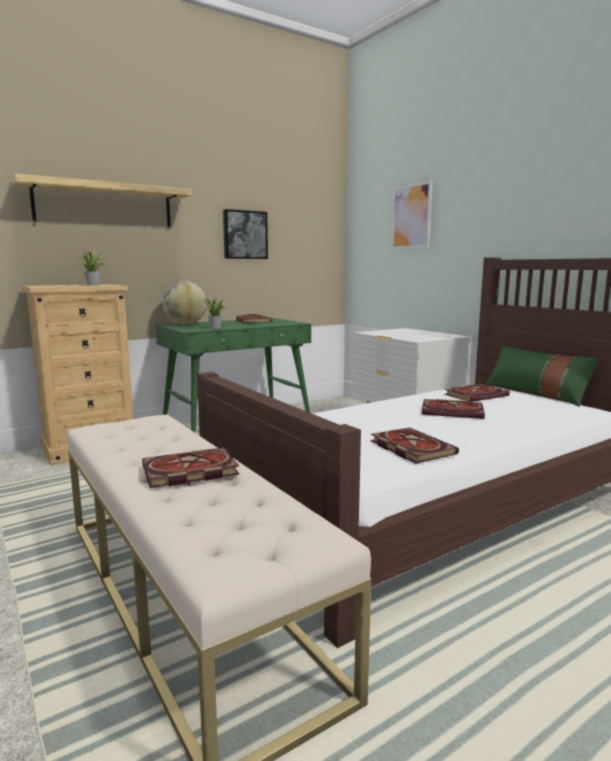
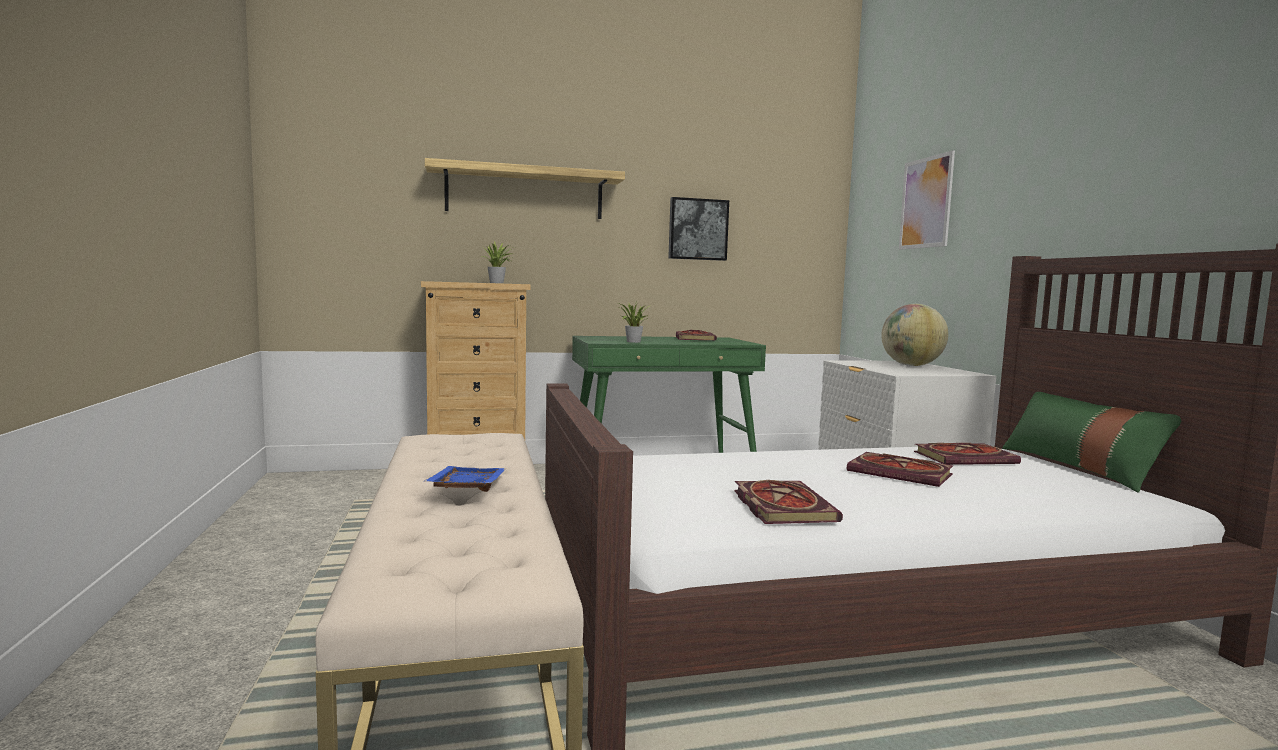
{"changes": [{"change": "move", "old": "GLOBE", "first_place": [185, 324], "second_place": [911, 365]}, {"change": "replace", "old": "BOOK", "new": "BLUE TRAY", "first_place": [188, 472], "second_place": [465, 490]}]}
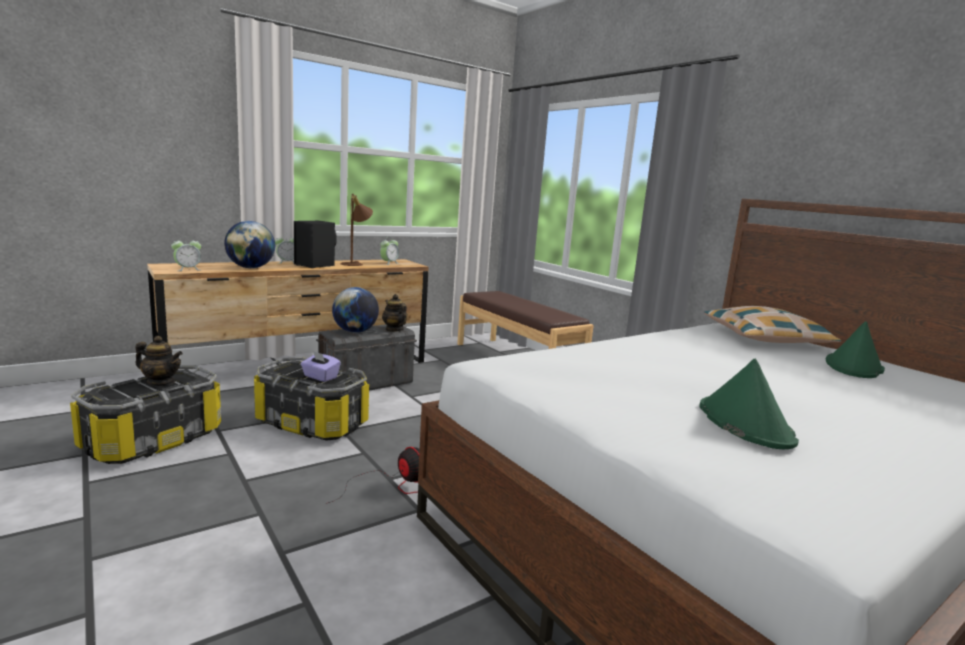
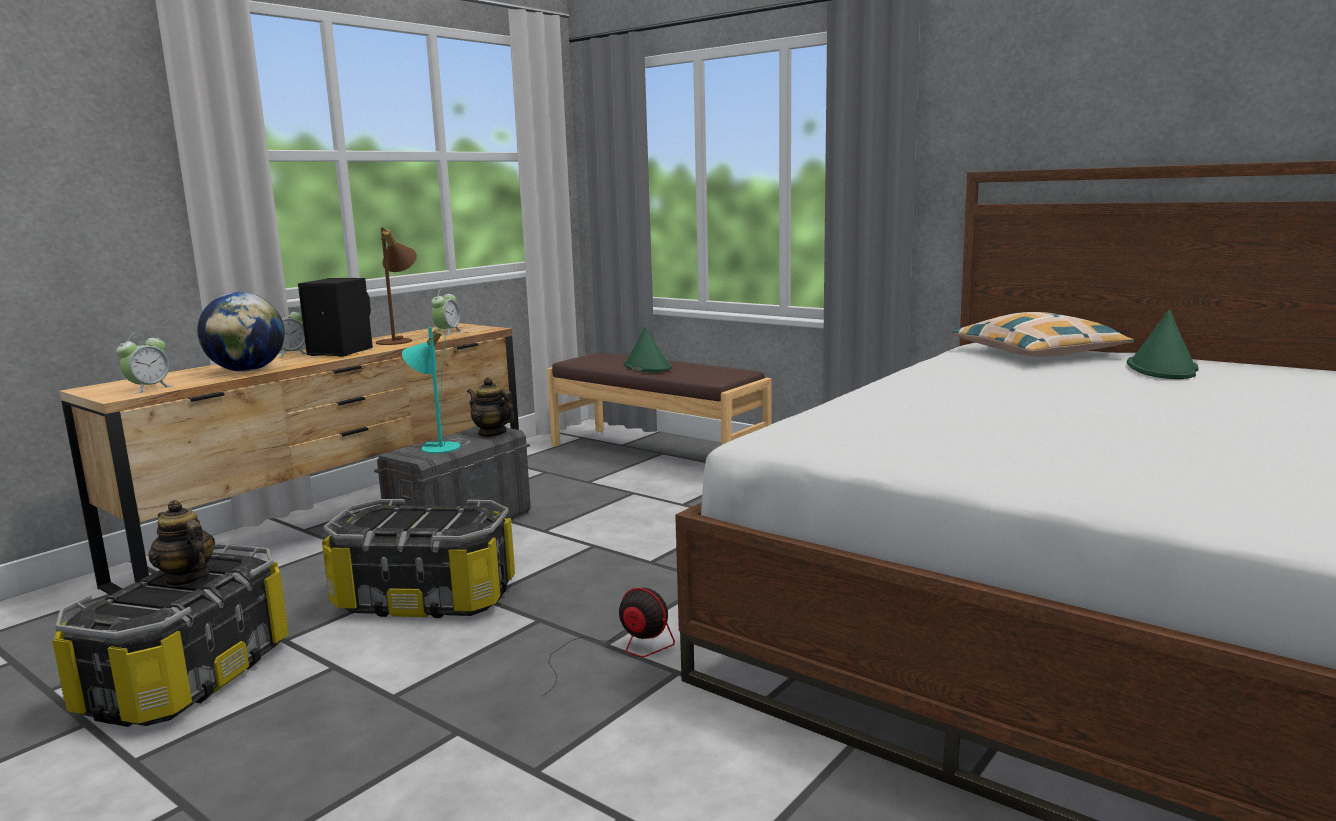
{"changes": [{"change": "delete", "old": "PURPLE TISSUE BOX", "first_place": [320, 377]}, {"change": "move", "old": "GREEN HAT", "first_place": [744, 423], "second_place": [647, 367]}, {"change": "replace", "old": "GLOBE", "new": "TURQUOISE TABLE LAMP", "first_place": [355, 331], "second_place": [436, 446]}, {"change": "rotate", "old": "TEAPOT", "first_place": [161, 382], "second_place": [186, 578], "degrees": -135}]}
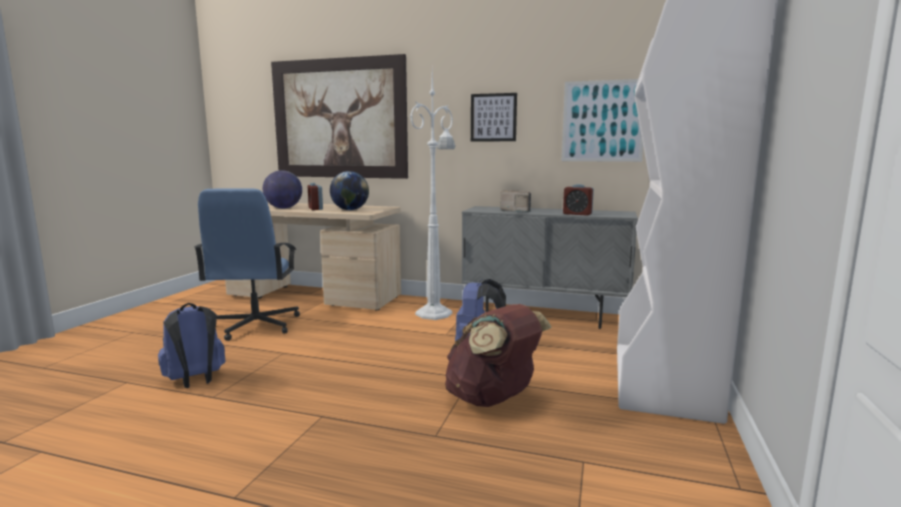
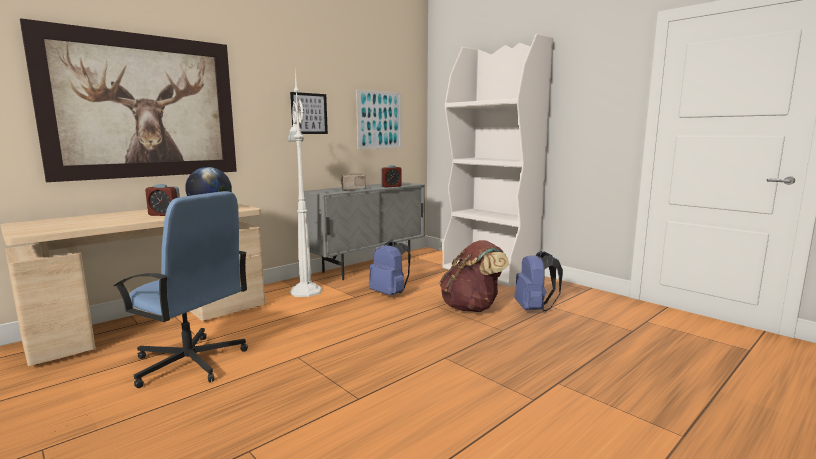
{"changes": [{"change": "delete", "old": "GLOBE", "first_place": [283, 208]}, {"change": "move", "old": "BLUE BACKPACK", "first_place": [195, 381], "second_place": [534, 309]}]}
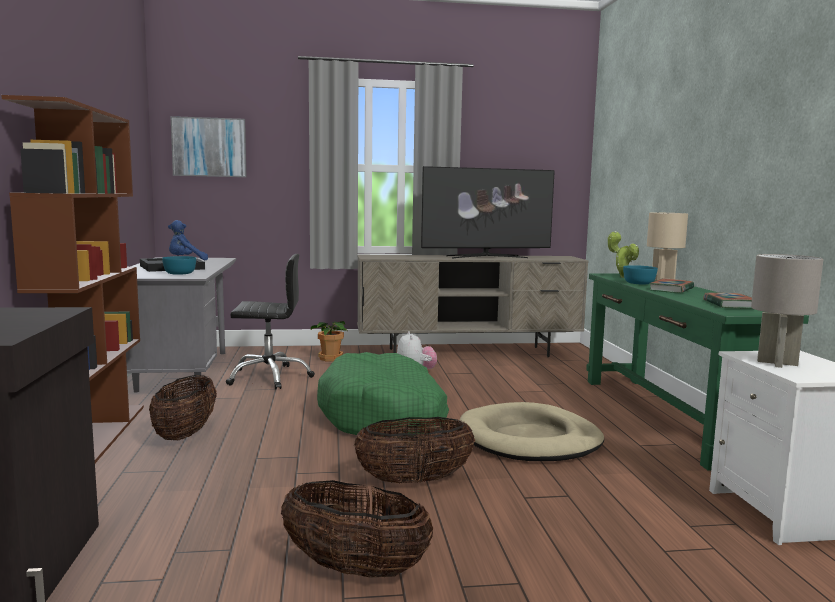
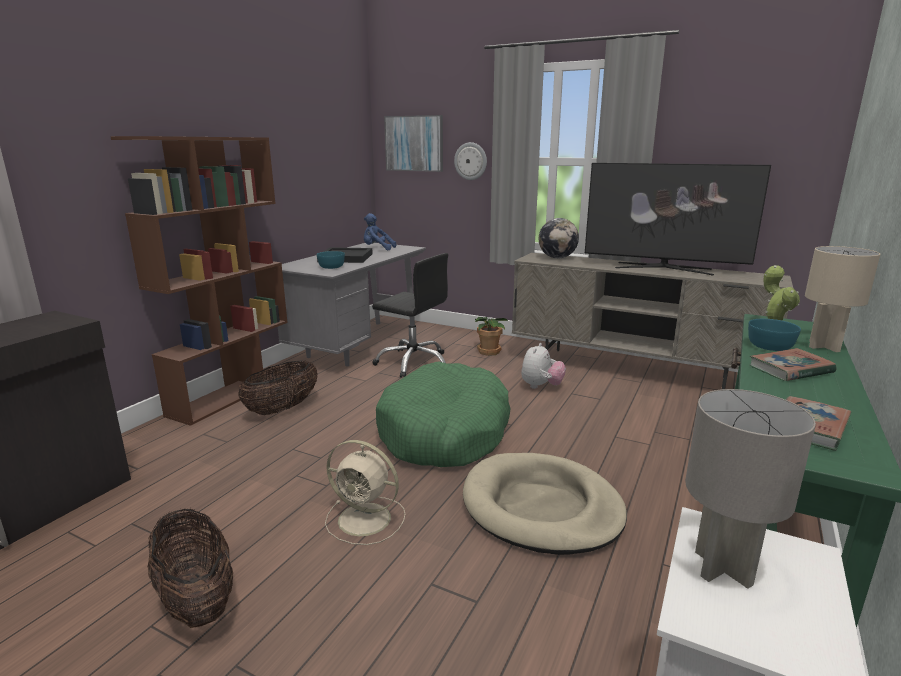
{"changes": [{"change": "insert", "new": "WALL CLOCK", "second_place": [470, 161]}, {"change": "insert", "new": "GLOBE", "second_place": [557, 258]}, {"change": "replace", "old": "BASKET", "new": "BEIGE FAN", "first_place": [414, 480], "second_place": [366, 519]}]}
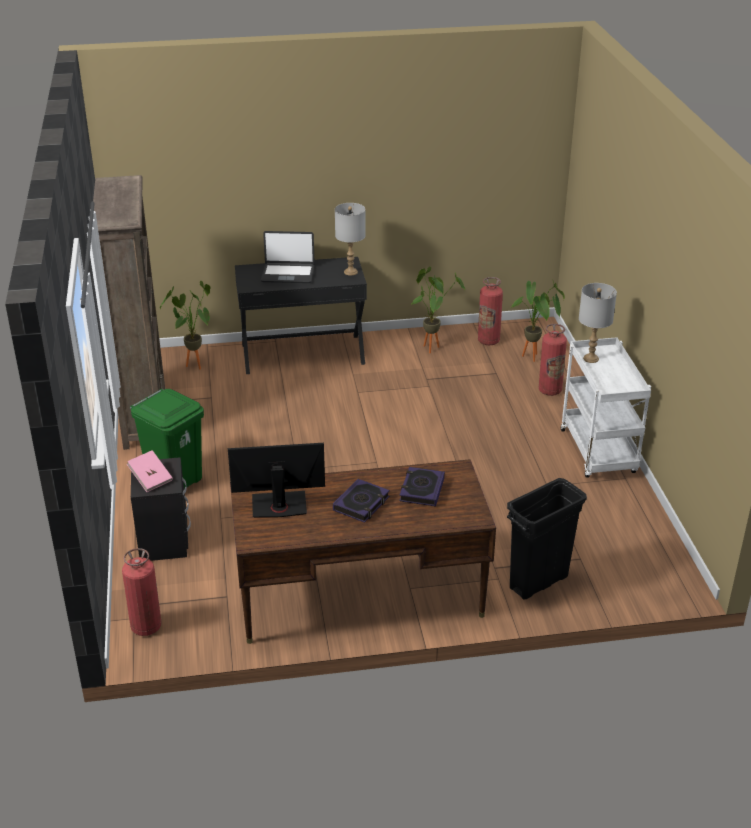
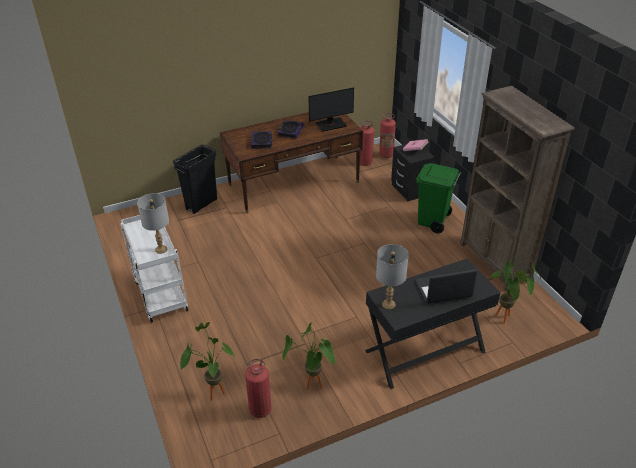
{"changes": [{"change": "move", "old": "FIRE EXTINGUISHER", "first_place": [550, 390], "second_place": [365, 162]}]}
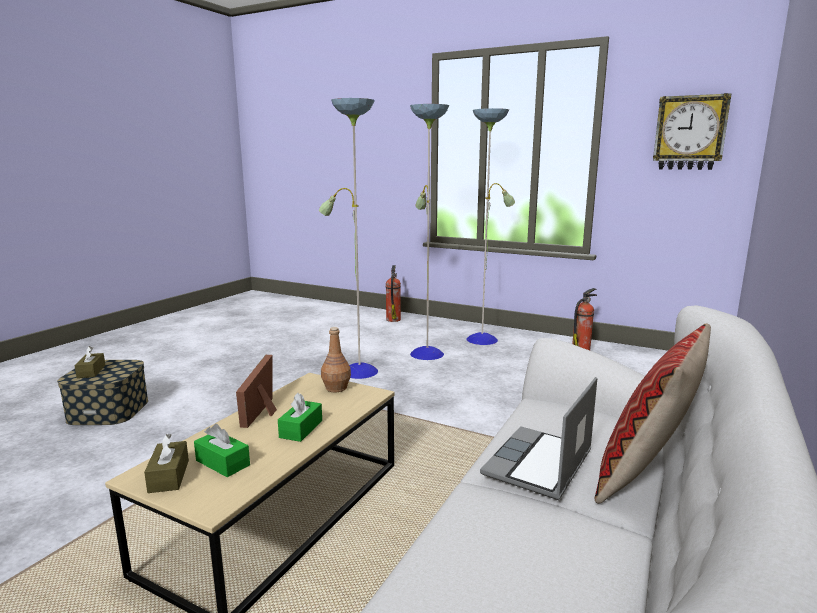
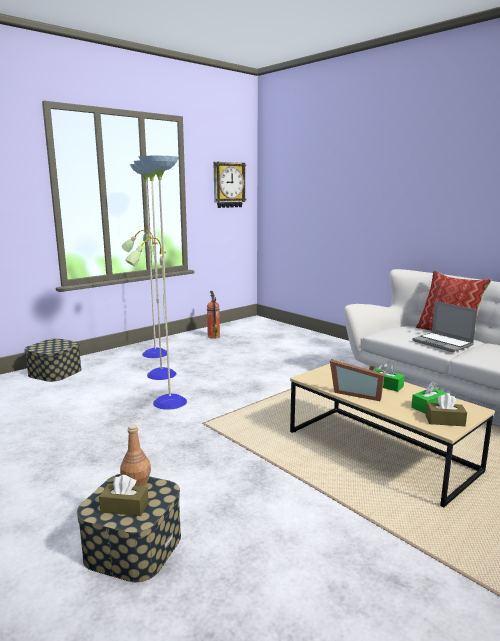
{"changes": [{"change": "move", "old": "BROWN BOTTLE", "first_place": [336, 388], "second_place": [136, 483]}, {"change": "replace", "old": "FIRE EXTINGUISHER", "new": "STORAGE BOX", "first_place": [393, 319], "second_place": [55, 372]}]}
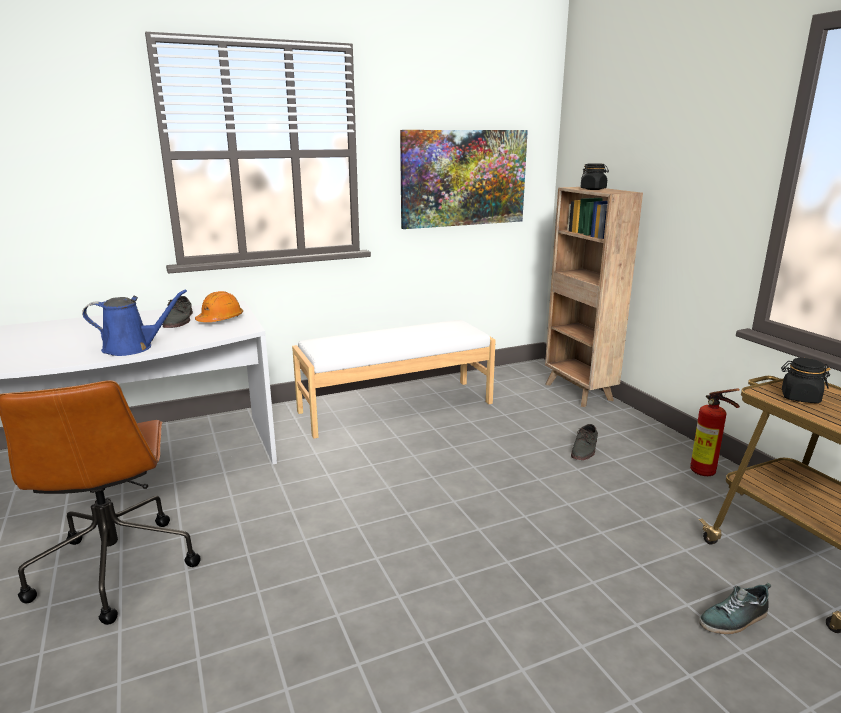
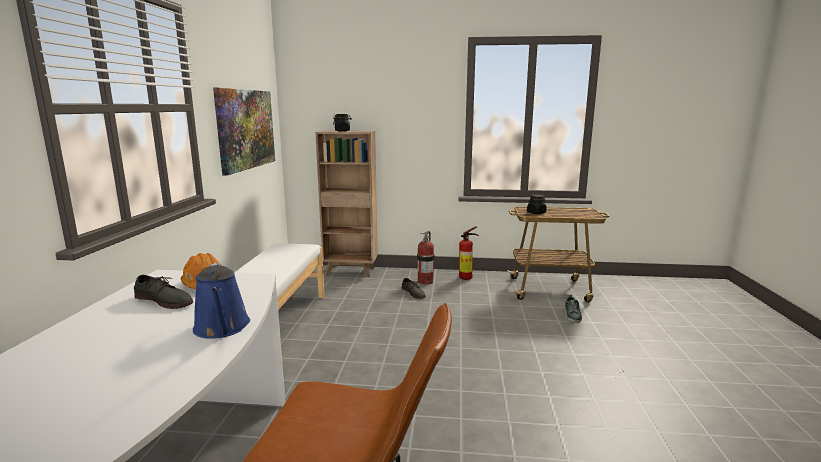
{"changes": [{"change": "insert", "new": "FIRE EXTINGUISHER", "second_place": [425, 281]}, {"change": "rotate", "old": "BLUE WATERING CAN", "first_place": [132, 348], "second_place": [222, 328], "degrees": 135}]}
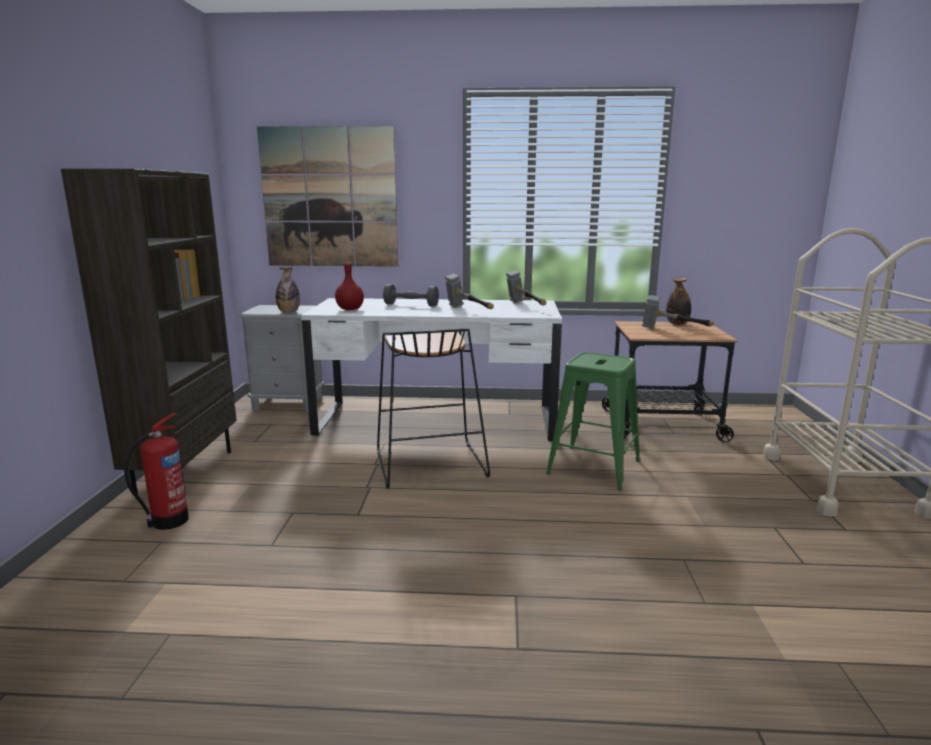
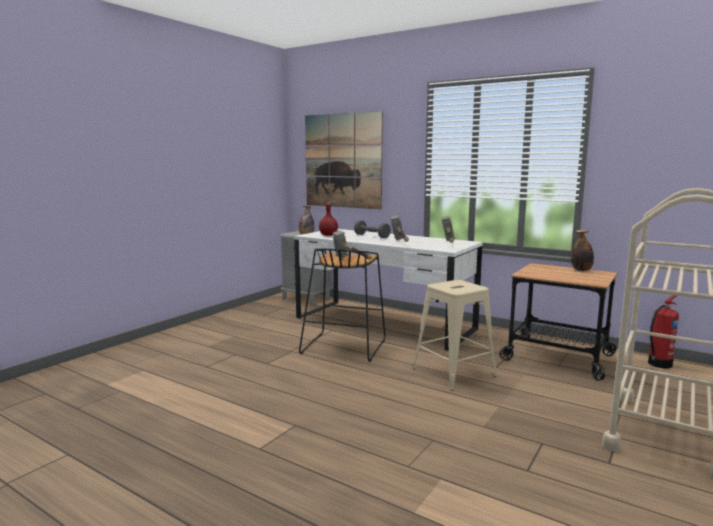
{"changes": [{"change": "delete", "old": "BROWN BOOKCASE", "first_place": [184, 471]}, {"change": "move", "old": "FIRE EXTINGUISHER", "first_place": [167, 522], "second_place": [658, 364]}, {"change": "move", "old": "HAMMER", "first_place": [673, 330], "second_place": [351, 260]}, {"change": "recolor", "old": "GREEN STOOL", "new": "BEIGE STOOL", "first_place": [594, 467], "second_place": [453, 372]}]}
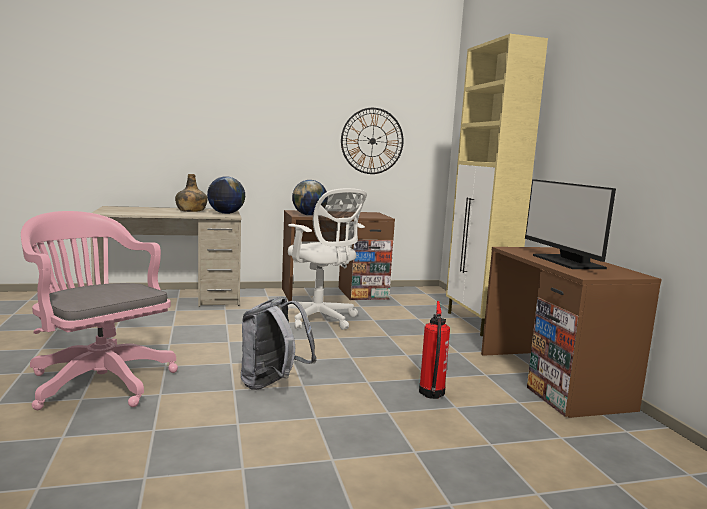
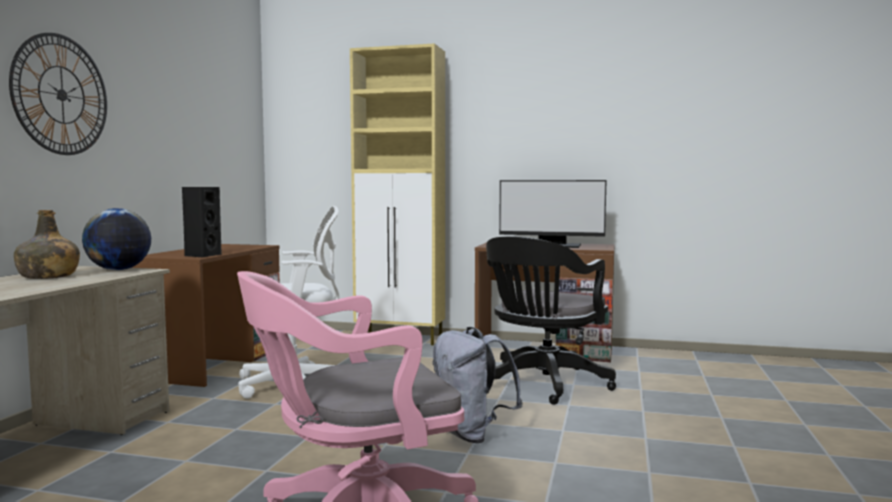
{"changes": [{"change": "move", "old": "WALL CLOCK", "first_place": [372, 141], "second_place": [61, 95]}, {"change": "replace", "old": "GLOBE", "new": "BLACK SPEAKER", "first_place": [309, 215], "second_place": [202, 255]}, {"change": "replace", "old": "FIRE EXTINGUISHER", "new": "BLACK OFFICE CHAIR", "first_place": [431, 394], "second_place": [543, 385]}]}
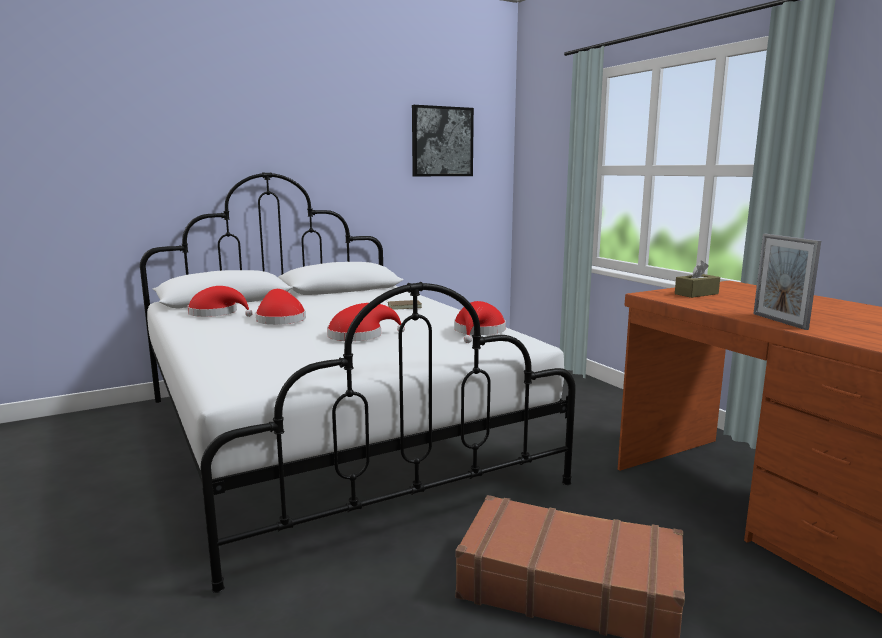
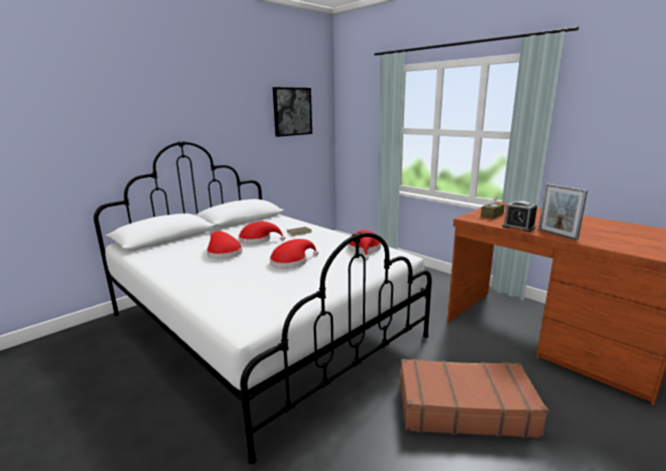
{"changes": [{"change": "insert", "new": "ALARM CLOCK", "second_place": [518, 227]}, {"change": "move", "old": "RED HAT", "first_place": [217, 313], "second_place": [258, 240]}]}
